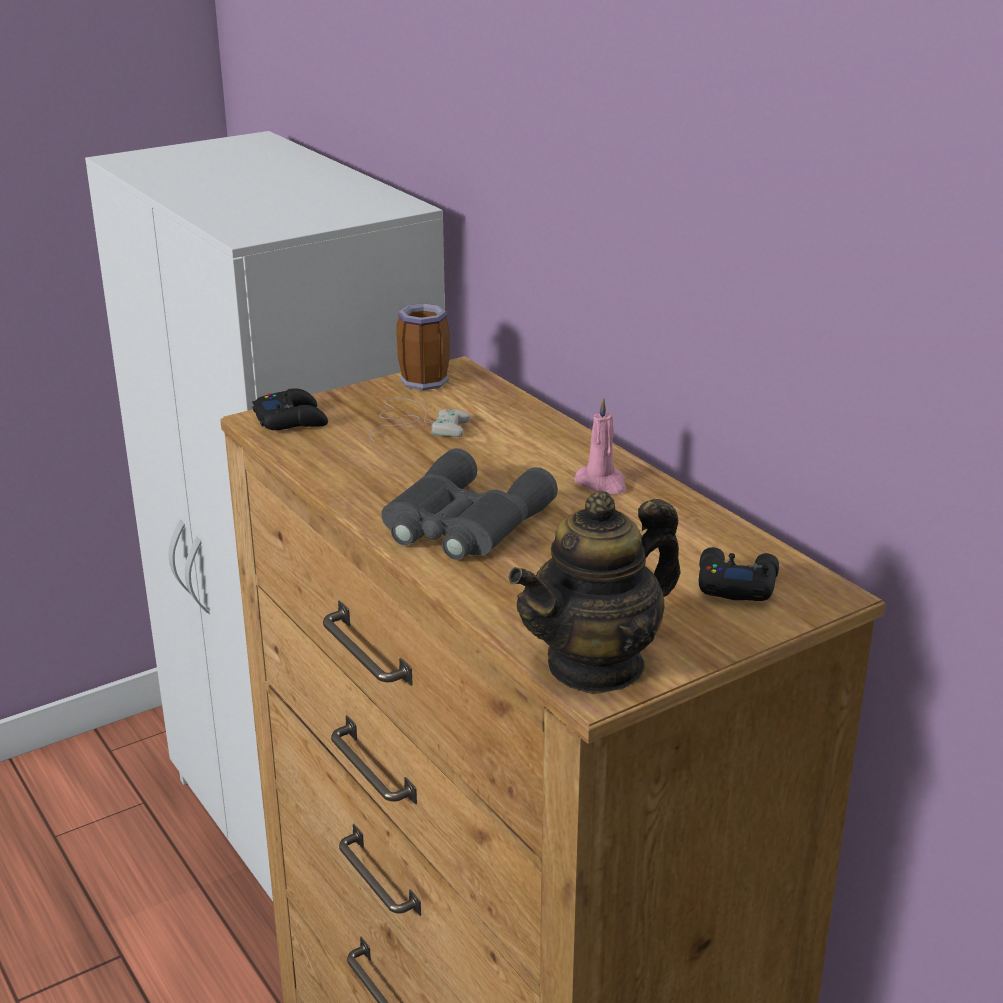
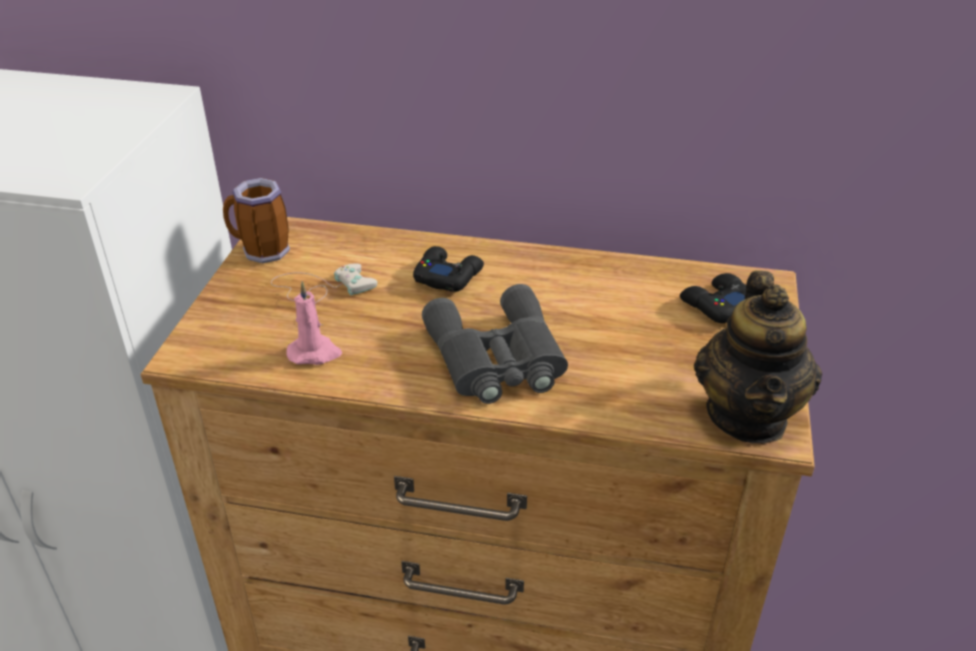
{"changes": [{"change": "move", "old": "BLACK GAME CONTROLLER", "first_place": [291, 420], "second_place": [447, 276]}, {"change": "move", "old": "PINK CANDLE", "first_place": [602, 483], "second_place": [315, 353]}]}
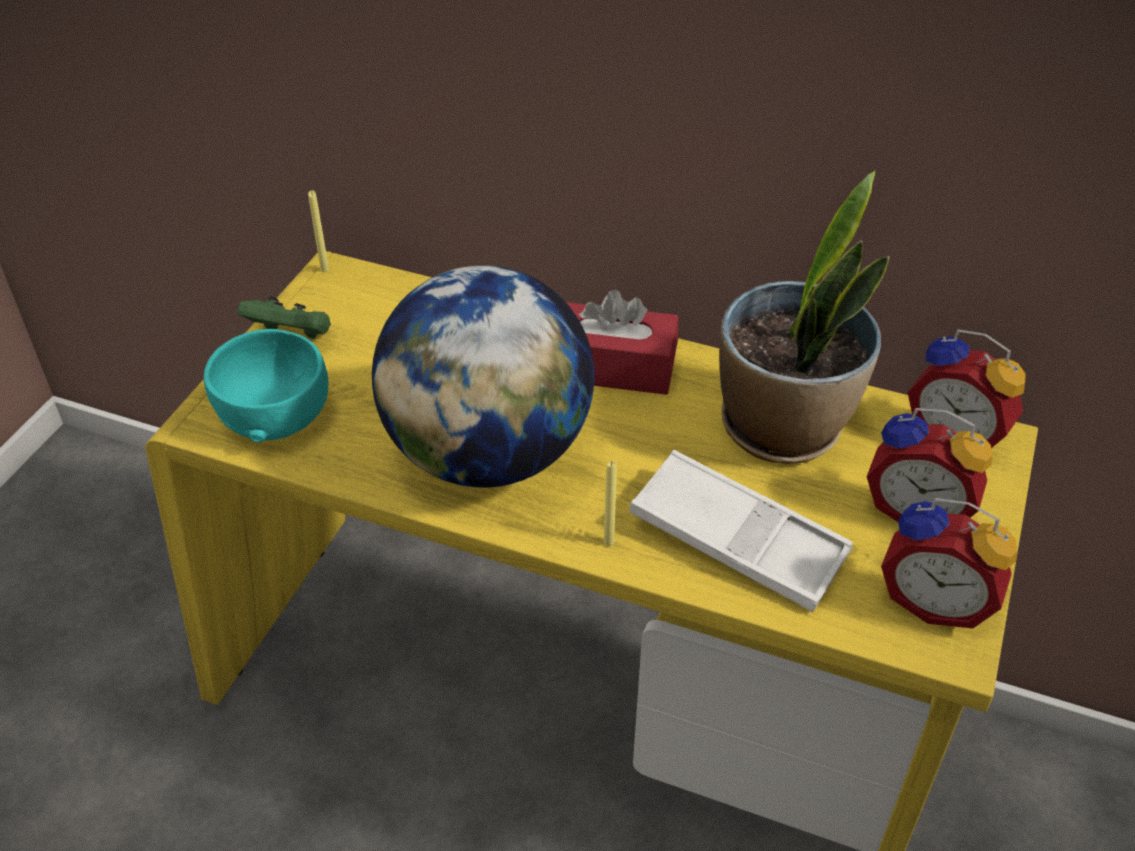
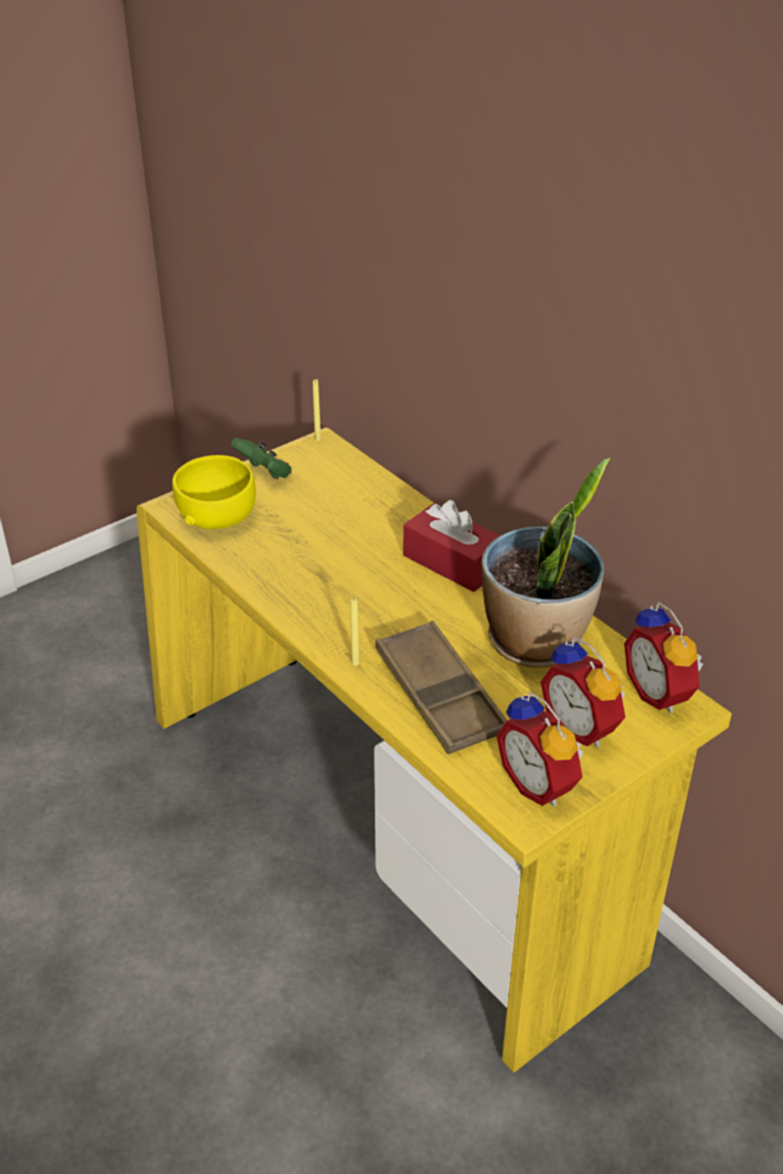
{"changes": [{"change": "delete", "old": "GLOBE", "first_place": [488, 454]}, {"change": "recolor", "old": "TURQUOISE BOWL", "new": "YELLOW BOWL", "first_place": [274, 414], "second_place": [217, 515]}, {"change": "recolor", "old": "WHITE TRAY", "new": "BROWN TRAY", "first_place": [738, 540], "second_place": [440, 695]}]}
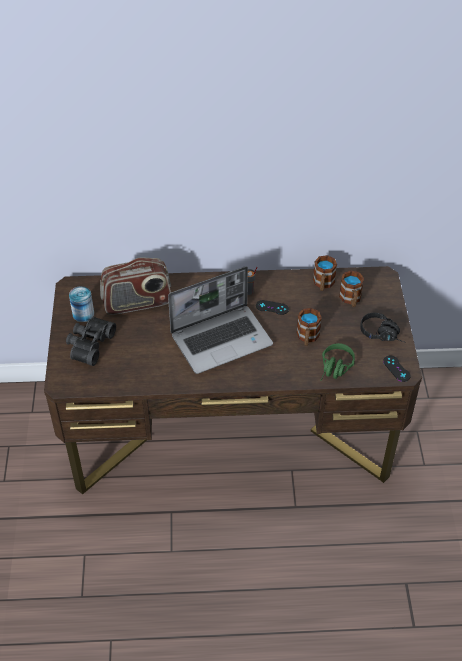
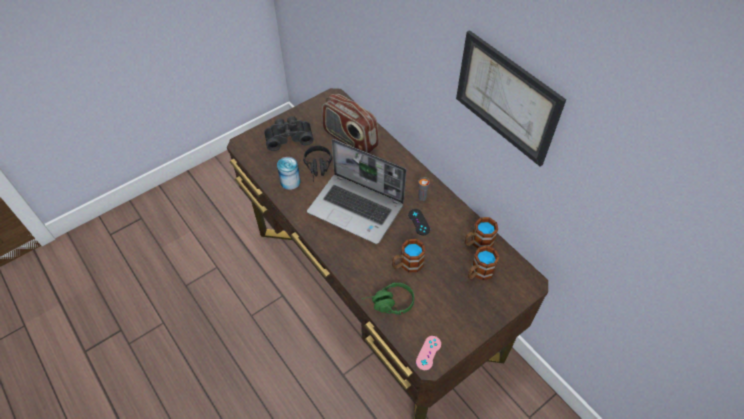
{"changes": [{"change": "insert", "new": "PICTURE", "second_place": [506, 98]}, {"change": "move", "old": "CAN", "first_place": [83, 314], "second_place": [290, 182]}, {"change": "move", "old": "BLACK HEADPHONES", "first_place": [383, 334], "second_place": [318, 169]}, {"change": "recolor", "old": "BLACK GAME CONTROLLER", "new": "PINK GAME CONTROLLER", "first_place": [396, 368], "second_place": [428, 353]}]}
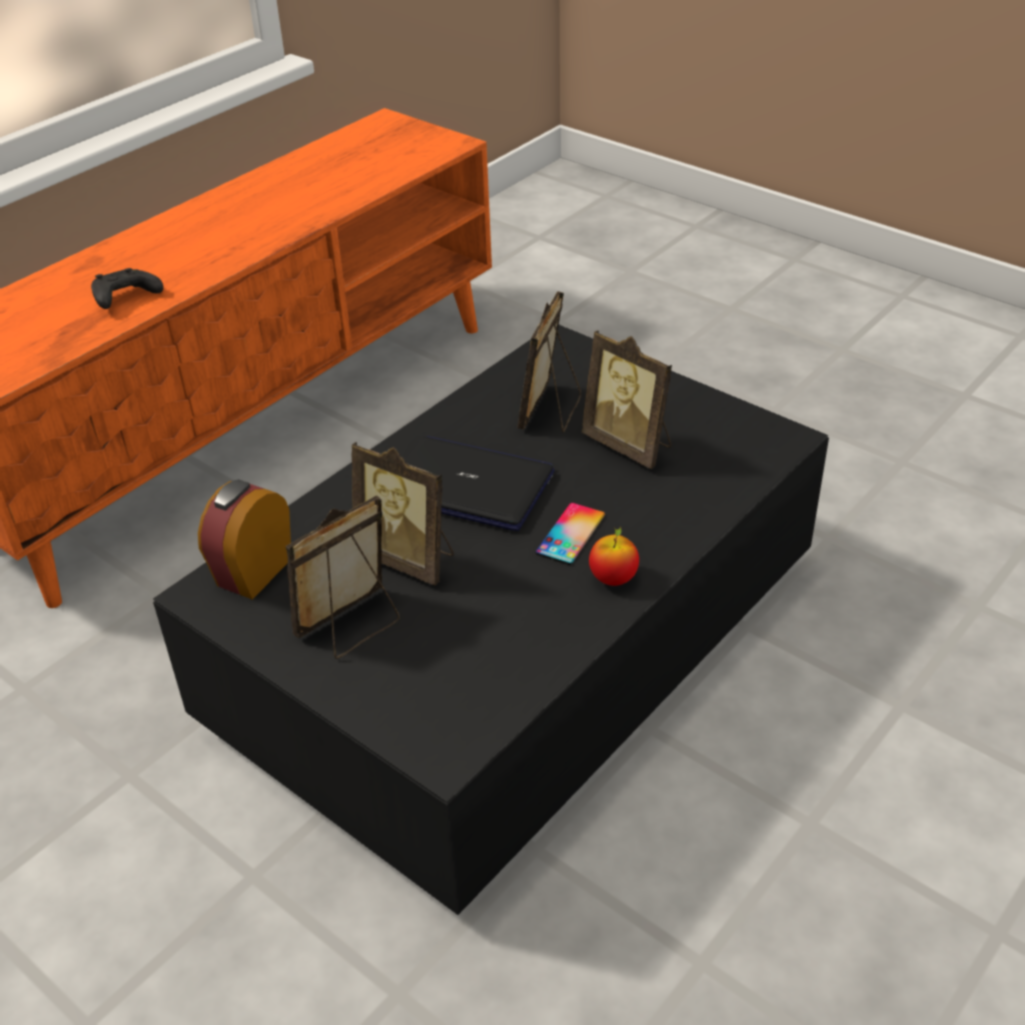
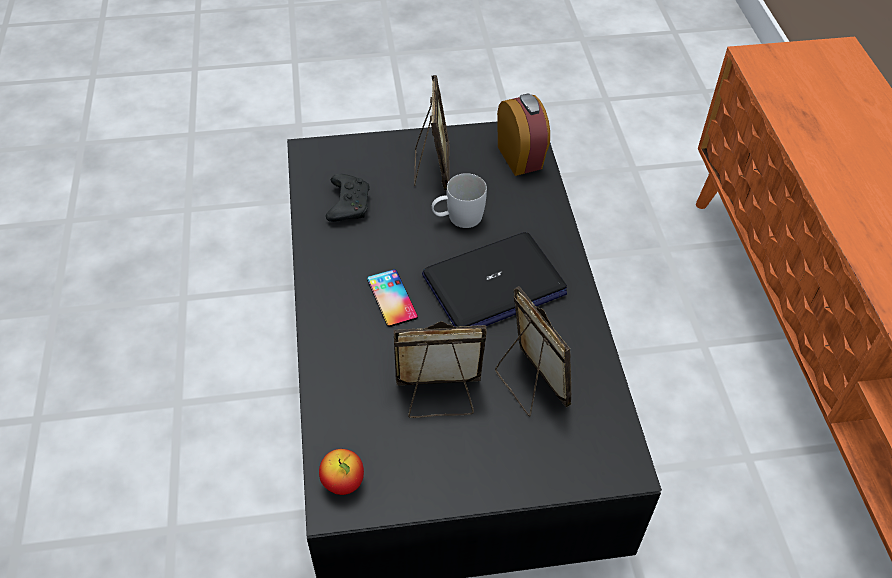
{"changes": [{"change": "move", "old": "BLACK GAME CONTROLLER", "first_place": [125, 299], "second_place": [348, 204]}, {"change": "move", "old": "APPLE", "first_place": [613, 579], "second_place": [343, 483]}, {"change": "replace", "old": "PICTURE FRAME", "new": "WHITE MUG", "first_place": [409, 558], "second_place": [458, 218]}]}
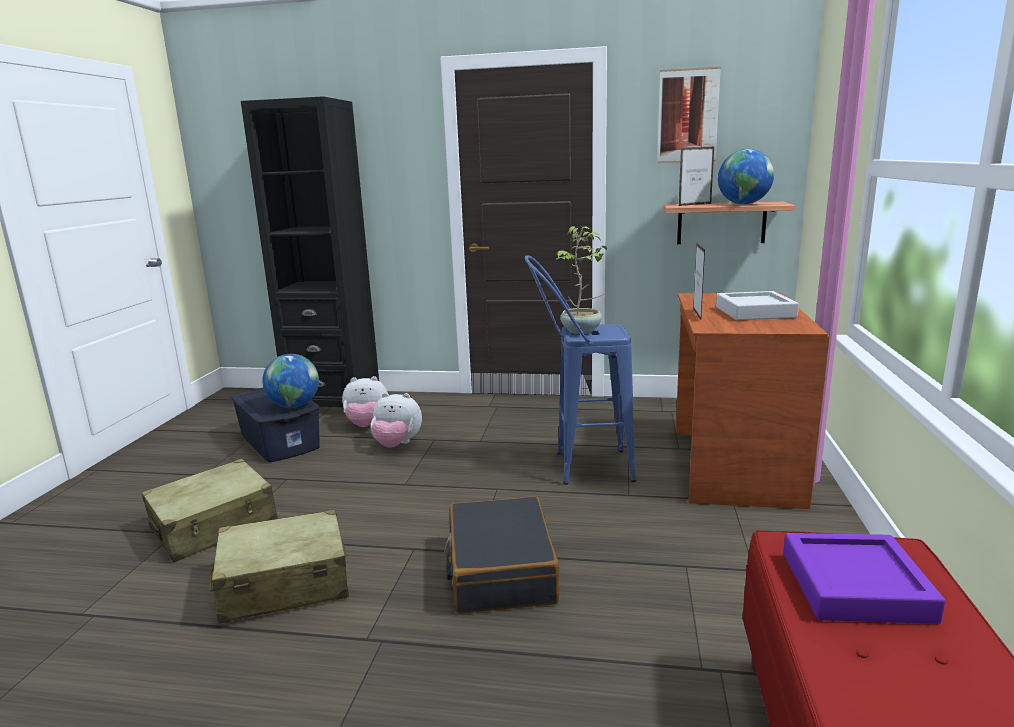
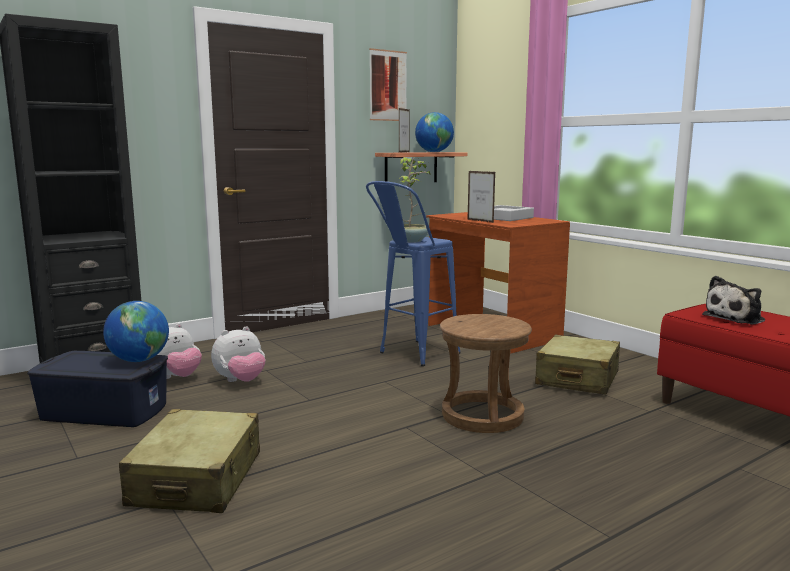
{"changes": [{"change": "move", "old": "BEIGE SUITCASE", "first_place": [284, 584], "second_place": [577, 379]}, {"change": "replace", "old": "BLACK SUITCASE", "new": "BROWN STOOL", "first_place": [500, 570], "second_place": [483, 415]}, {"change": "replace", "old": "PURPLE TRAY", "new": "PLUSH TOY", "first_place": [855, 586], "second_place": [736, 318]}]}
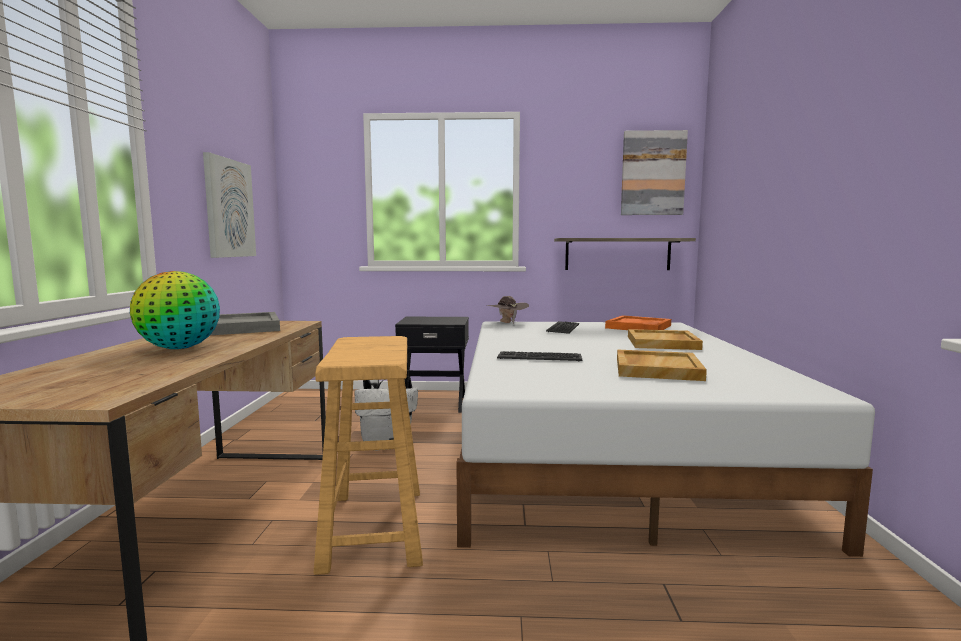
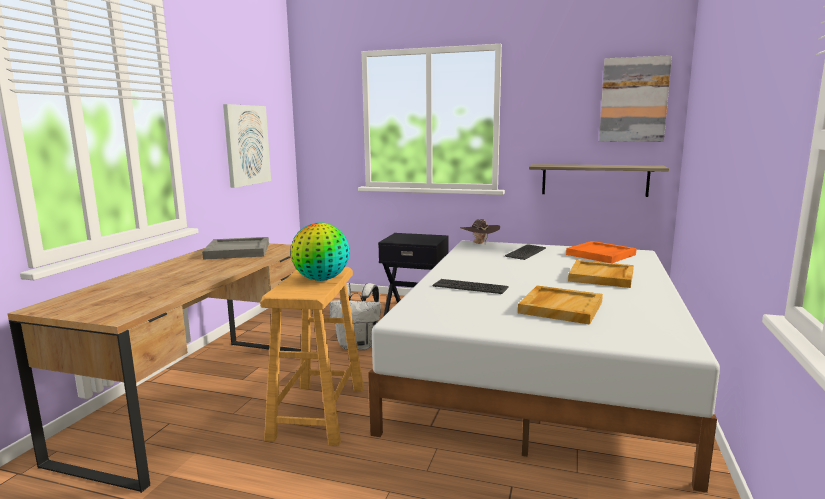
{"changes": [{"change": "move", "old": "GLOBE", "first_place": [180, 348], "second_place": [322, 279]}]}
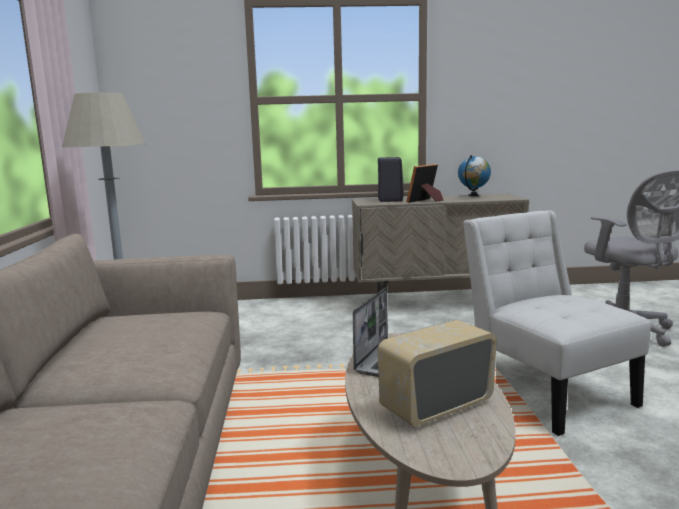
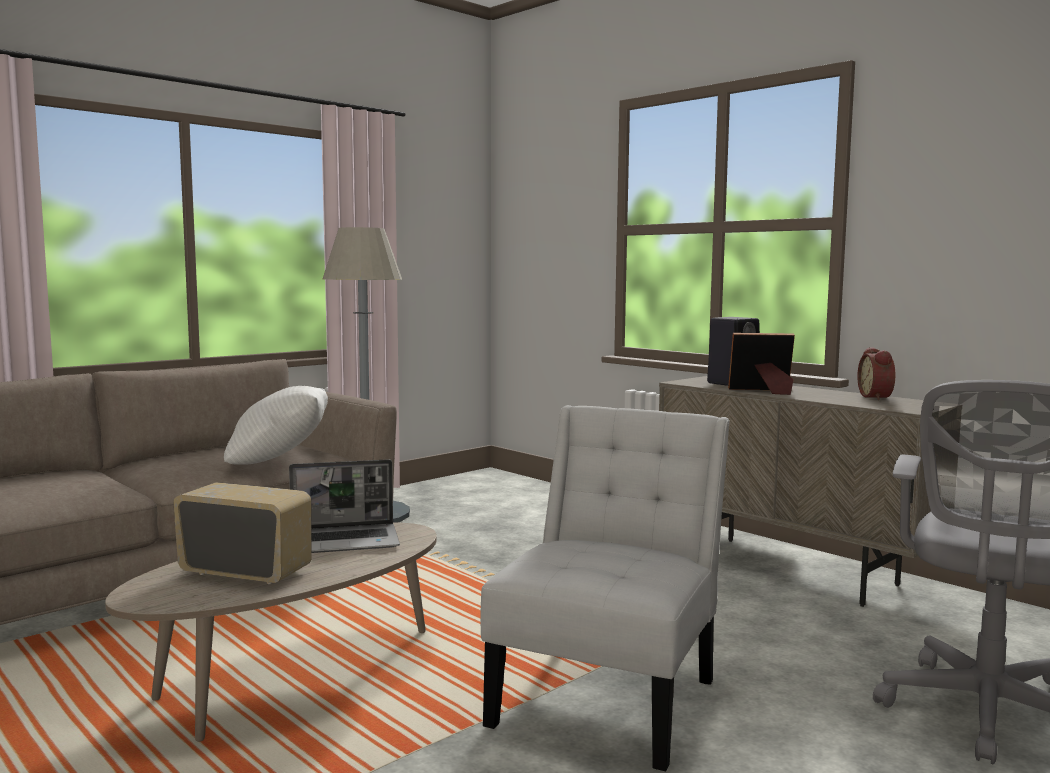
{"changes": [{"change": "insert", "new": "WHITE PILLOW", "second_place": [280, 459]}, {"change": "replace", "old": "GLOBE", "new": "ALARM CLOCK", "first_place": [473, 195], "second_place": [877, 397]}]}
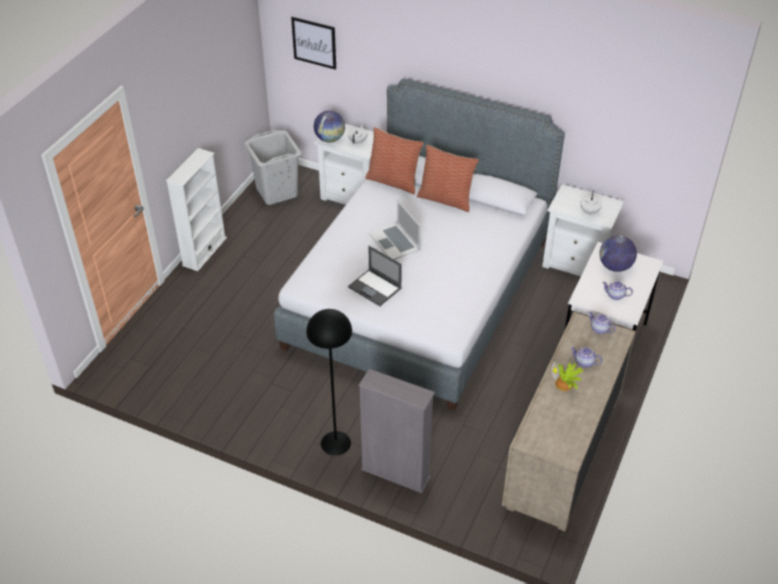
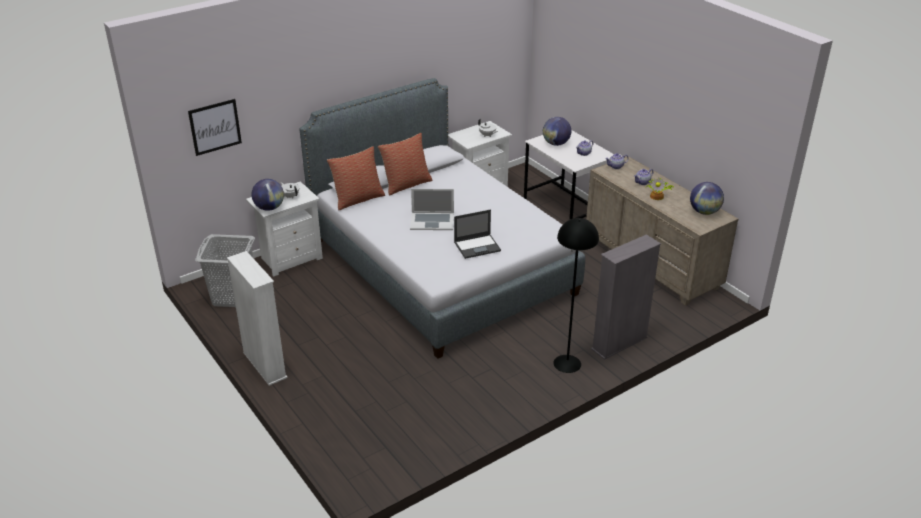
{"changes": [{"change": "insert", "new": "GLOBE", "second_place": [704, 212]}]}
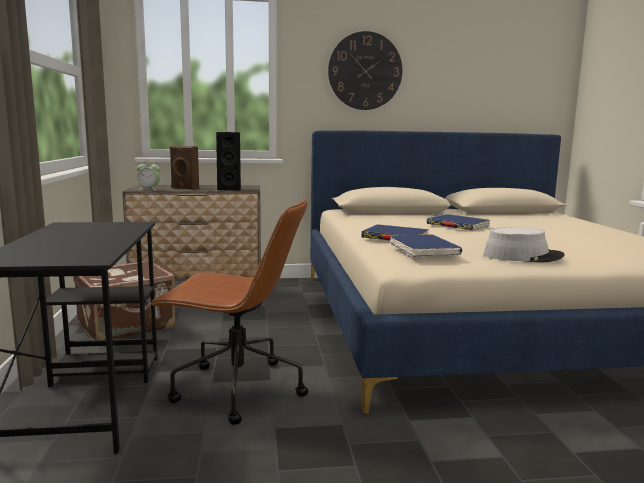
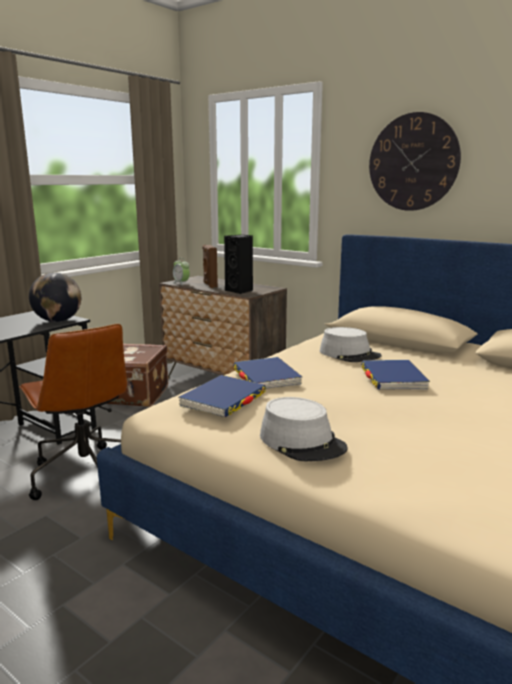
{"changes": [{"change": "insert", "new": "GLOBE", "second_place": [58, 321]}, {"change": "insert", "new": "GREY HAT", "second_place": [349, 354]}]}
